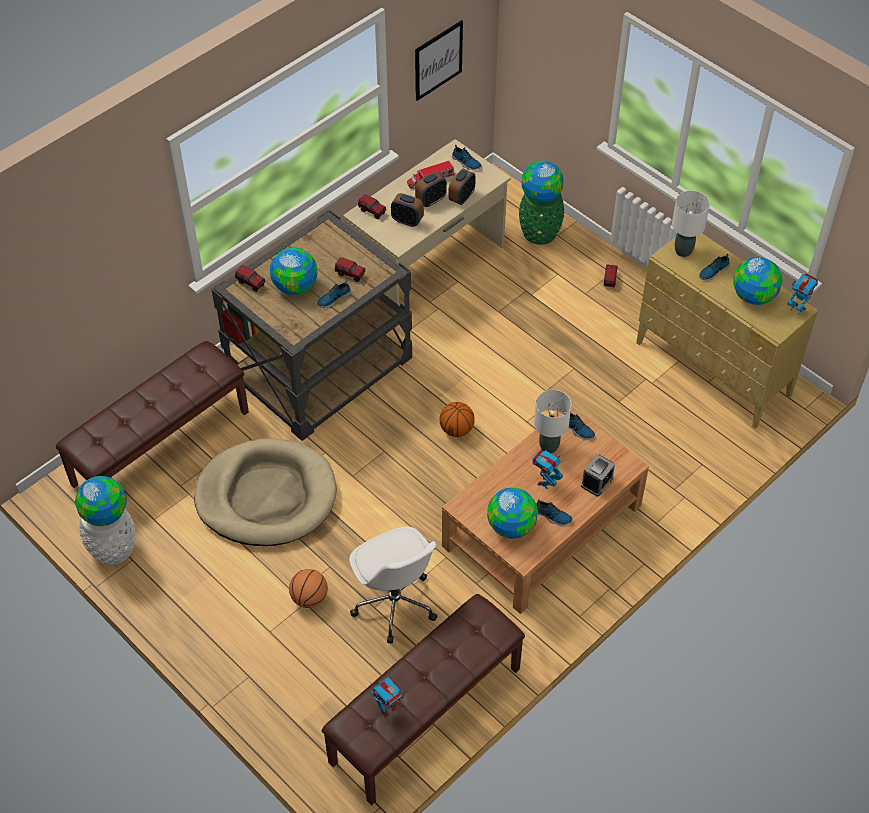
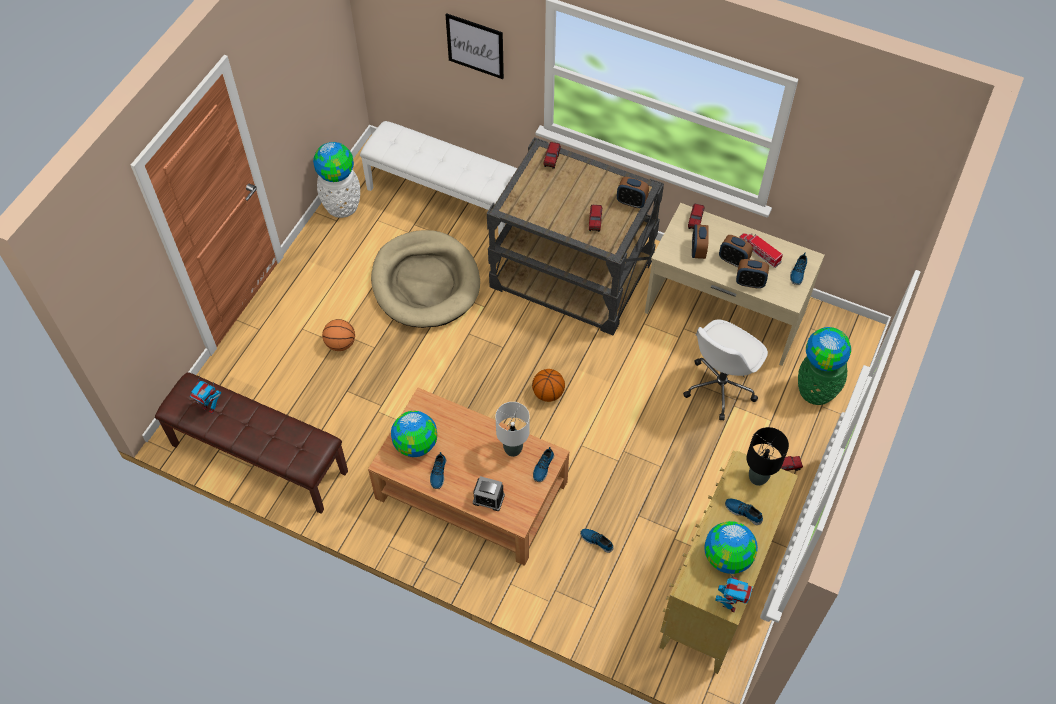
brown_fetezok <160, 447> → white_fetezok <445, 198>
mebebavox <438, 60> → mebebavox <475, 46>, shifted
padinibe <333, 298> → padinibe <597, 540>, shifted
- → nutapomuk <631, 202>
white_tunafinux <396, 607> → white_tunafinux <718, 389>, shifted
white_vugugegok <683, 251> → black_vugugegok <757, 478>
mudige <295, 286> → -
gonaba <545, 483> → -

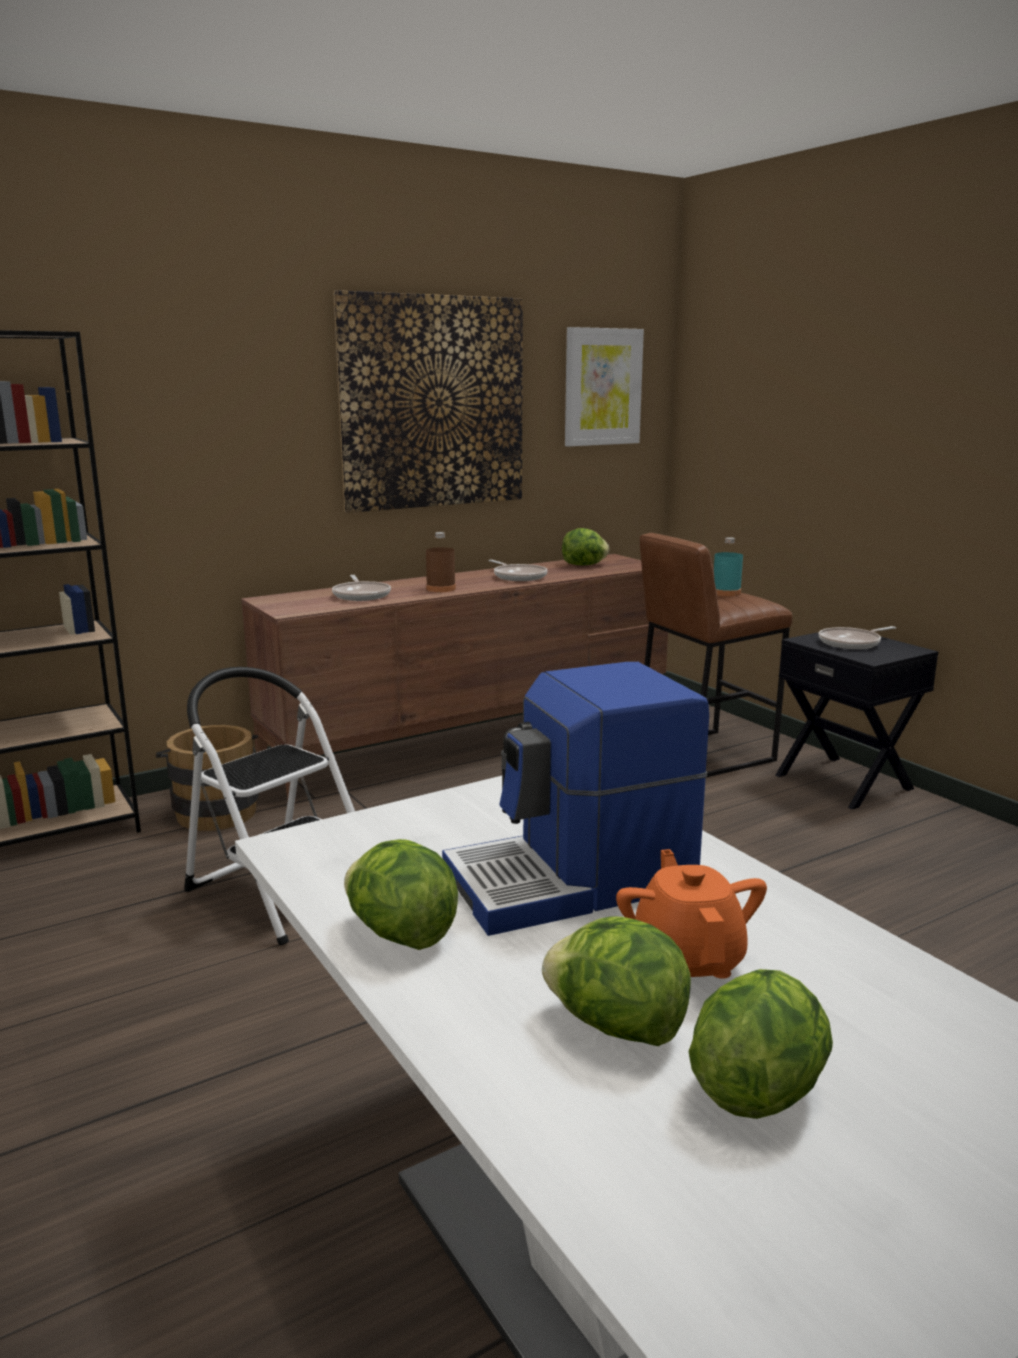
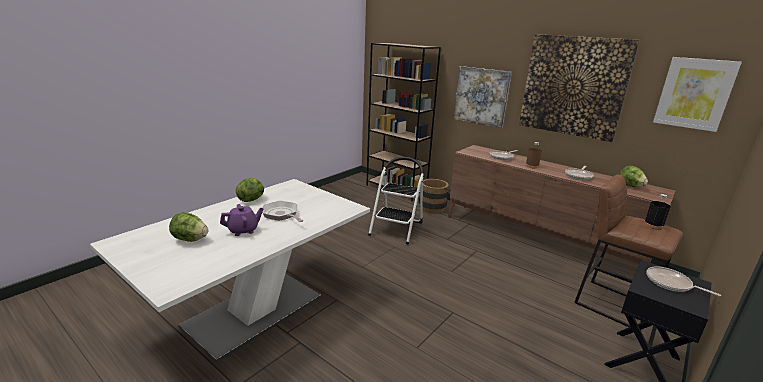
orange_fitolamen <688, 959> → purple_fitolamen <243, 230>
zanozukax <573, 881> → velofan <282, 214>
- → mebebavox <481, 96>
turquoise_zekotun <726, 593> → black_zekotun <653, 225>
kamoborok <616, 1027> → -

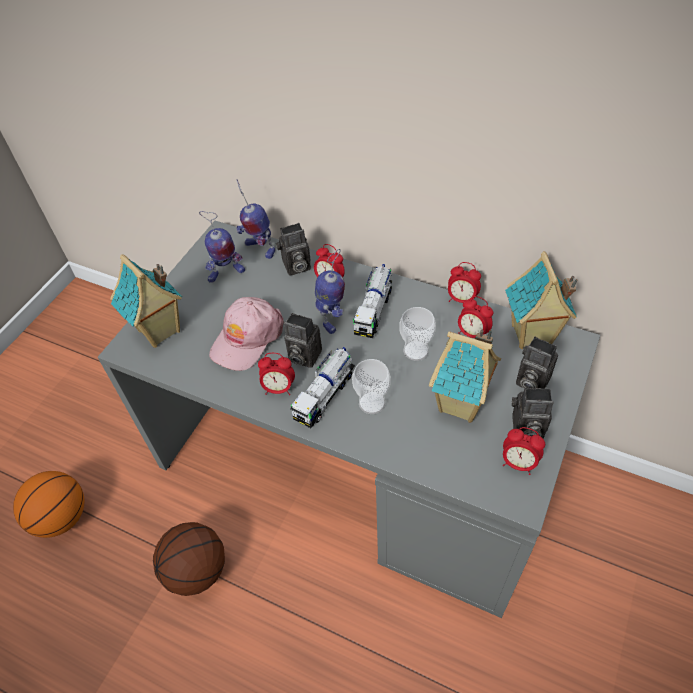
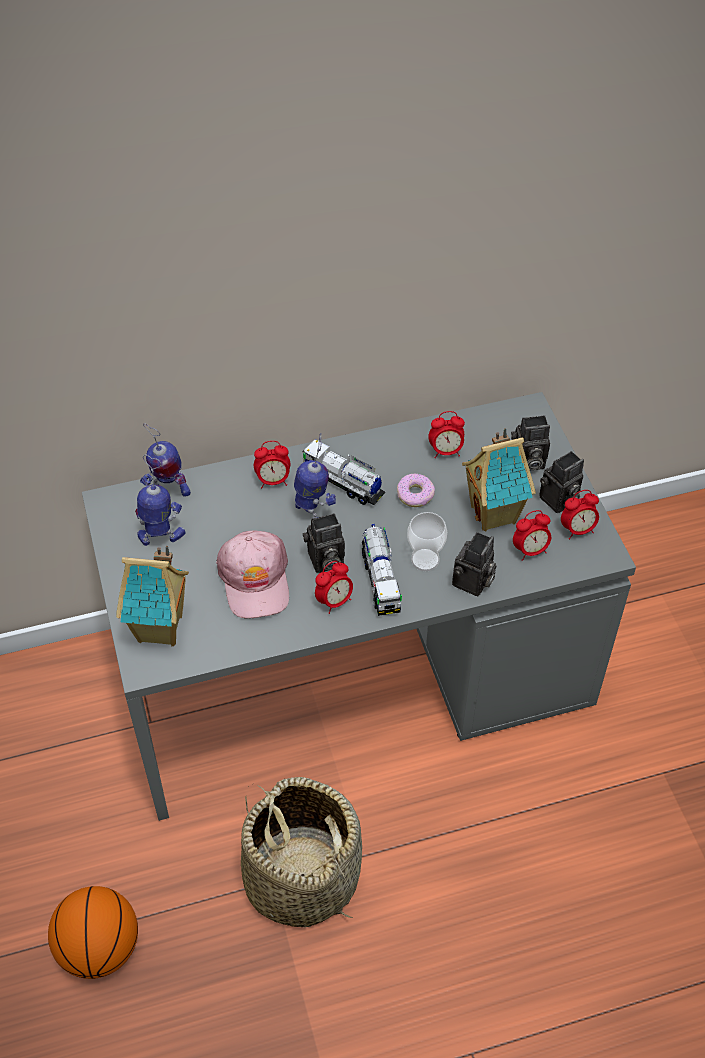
gonaba <225, 274> → gonaba <162, 536>, 120 degrees counterclockwise
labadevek <197, 570> → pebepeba <301, 876>
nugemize <374, 310> → nugemize <343, 483>, 150 degrees clockwise
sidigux <416, 350> → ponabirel <415, 494>
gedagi <295, 267> → gedagi <473, 583>, shifted
nutapomuk <461, 299> → nutapomuk <530, 550>, shifted
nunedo <531, 336> → -

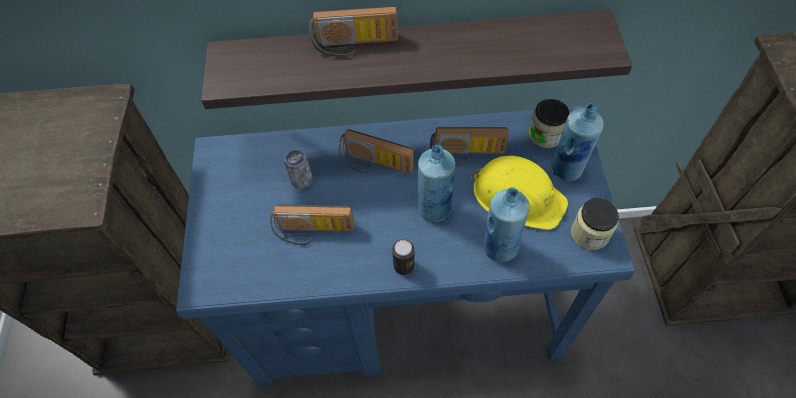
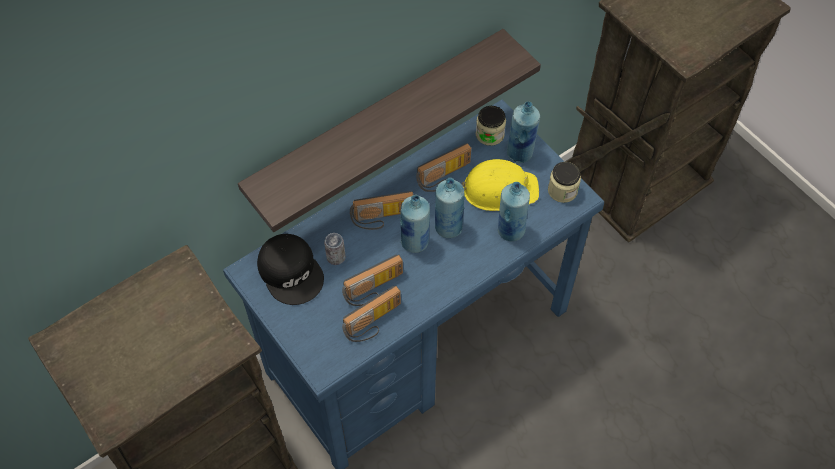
- → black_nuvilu <291, 272>
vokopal <355, 46> → vokopal <374, 323>, shifted
- → blue_zekotun <415, 242>
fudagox <404, 266> → -

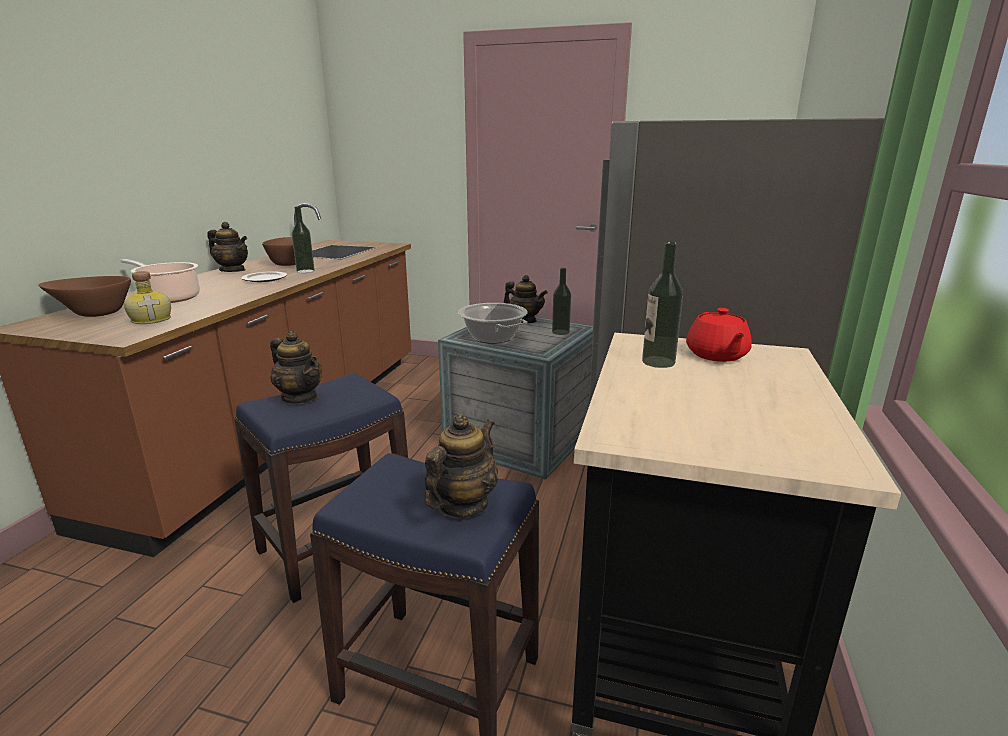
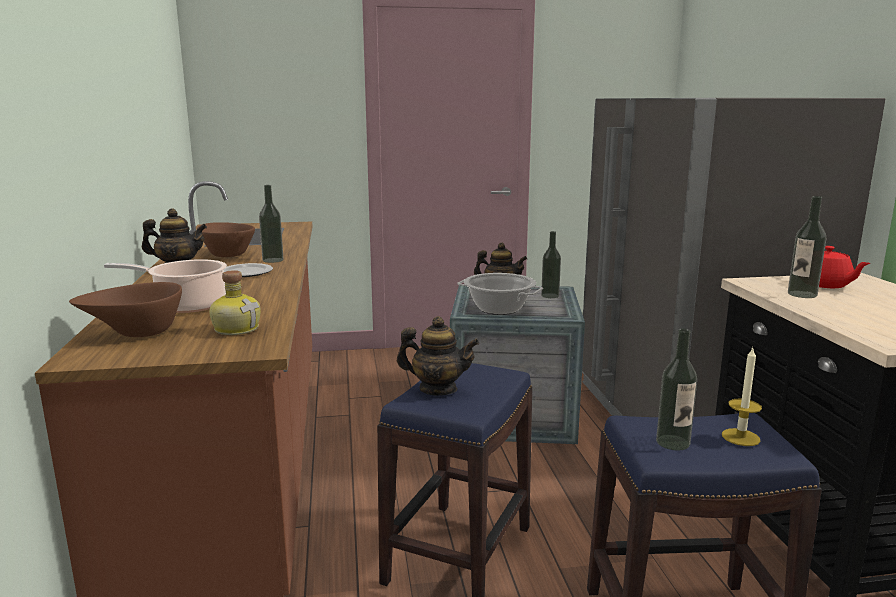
- → zekotun <673, 442>
fitolamen <462, 505> → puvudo <740, 437>

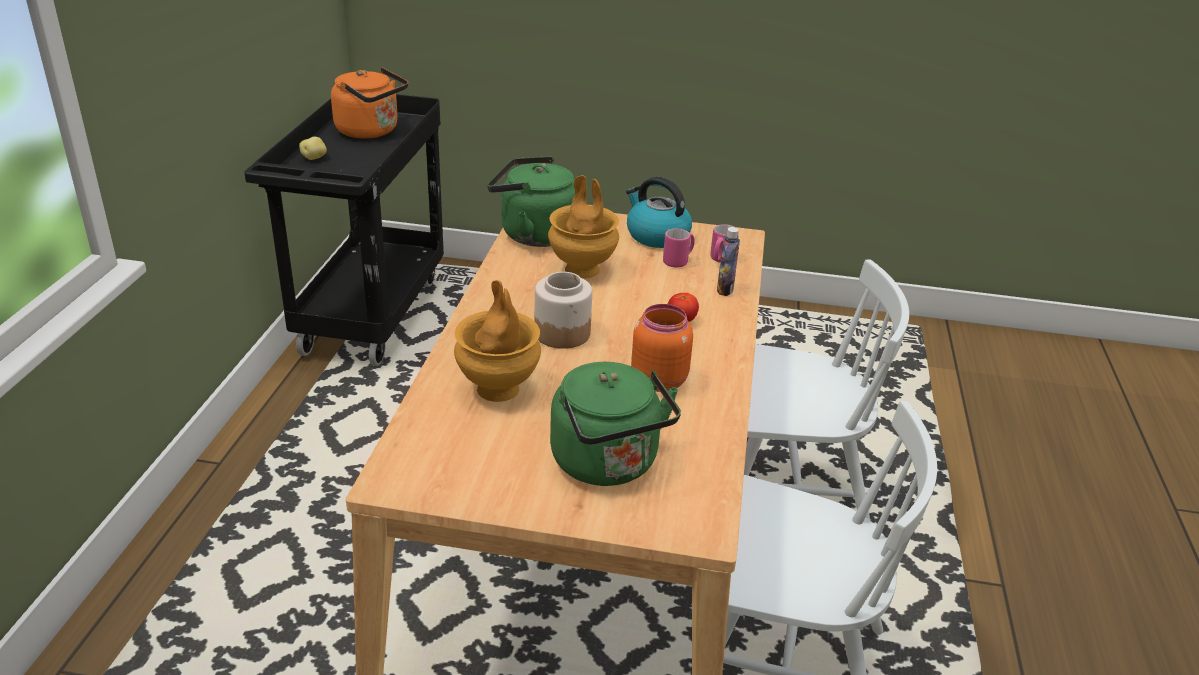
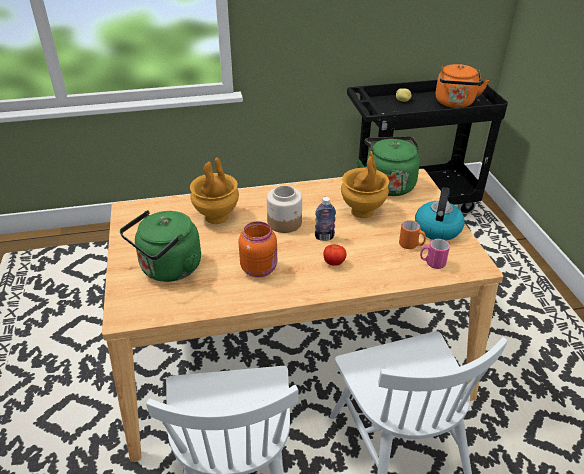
zekotun <725, 290> → zekotun <324, 237>, shifted
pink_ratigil <678, 261> → orange_ratigil <411, 245>

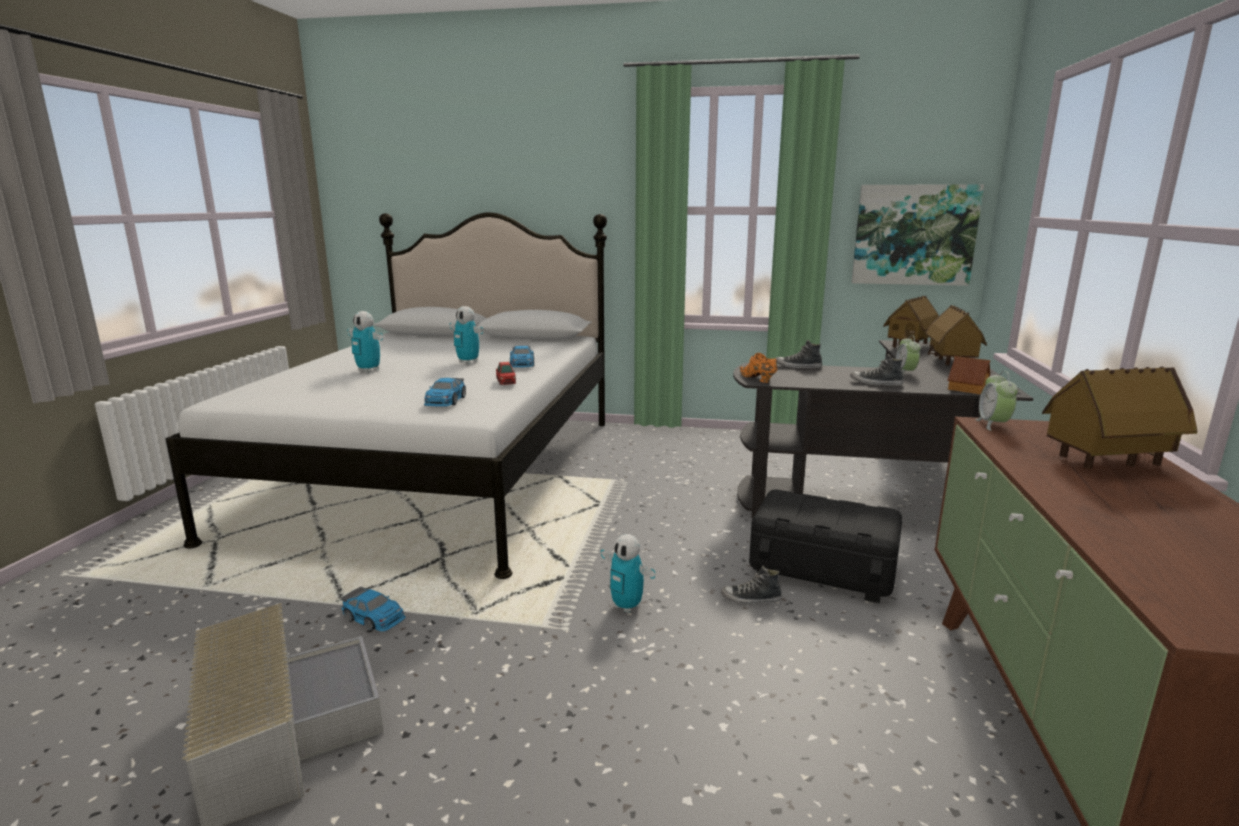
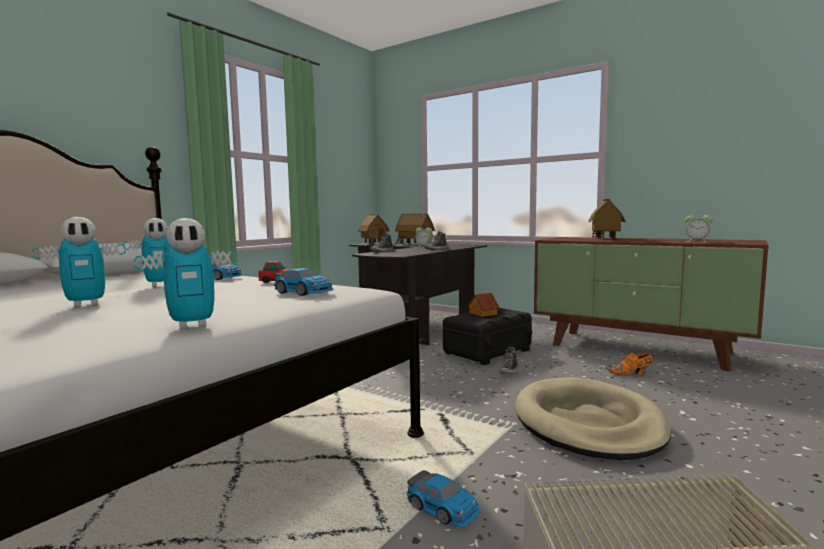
gonaba <626, 606> → gonaba <193, 325>, shifted
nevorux <374, 618> → nevorux <443, 509>, 75 degrees clockwise
nunedo <966, 388> → nunedo <482, 313>, shifted
- → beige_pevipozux <588, 423>
orange_padinibe <757, 379> → orange_padinibe <631, 373>, shifted
nutapomuk <993, 425> → nutapomuk <697, 242>, shifted
mebebavox <914, 235> → -

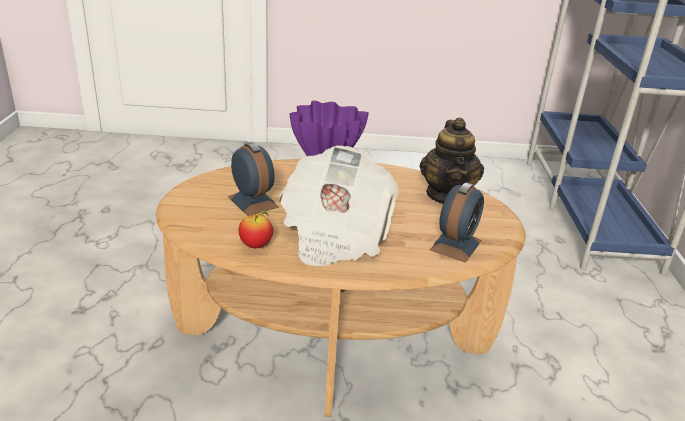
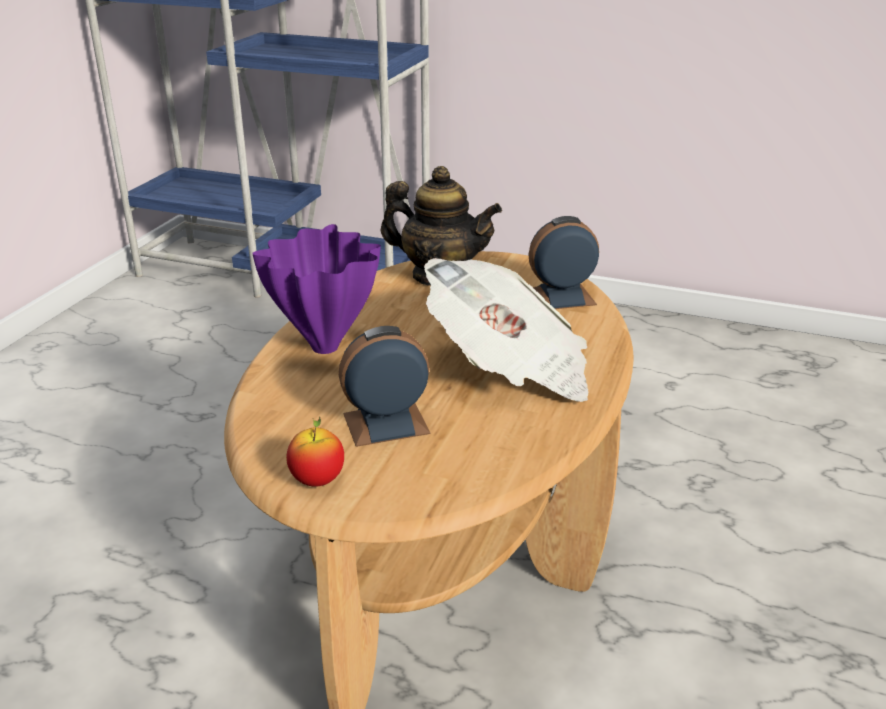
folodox <256, 245> → folodox <317, 480>, shifted
nutapomuk <456, 245> → nutapomuk <560, 297>, 60 degrees counterclockwise

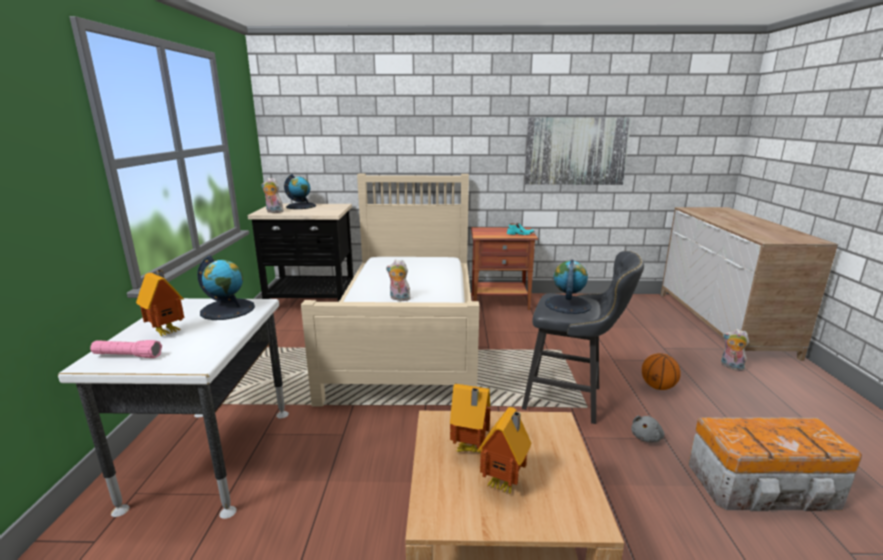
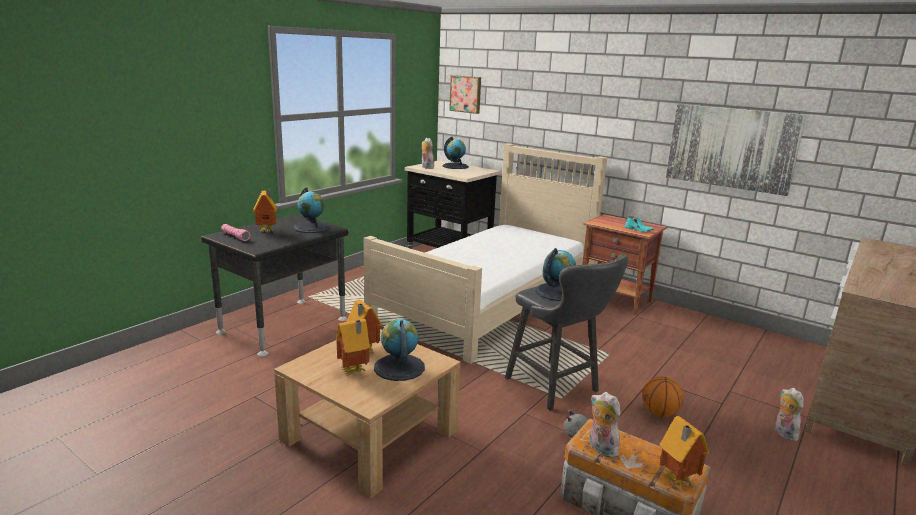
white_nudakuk <211, 455> → black_nudakuk <283, 325>
- → mudige <399, 367>
- → mebebavox <466, 94>
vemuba <399, 299> → vemuba <600, 448>, shifted
- → nunedo <676, 481>

